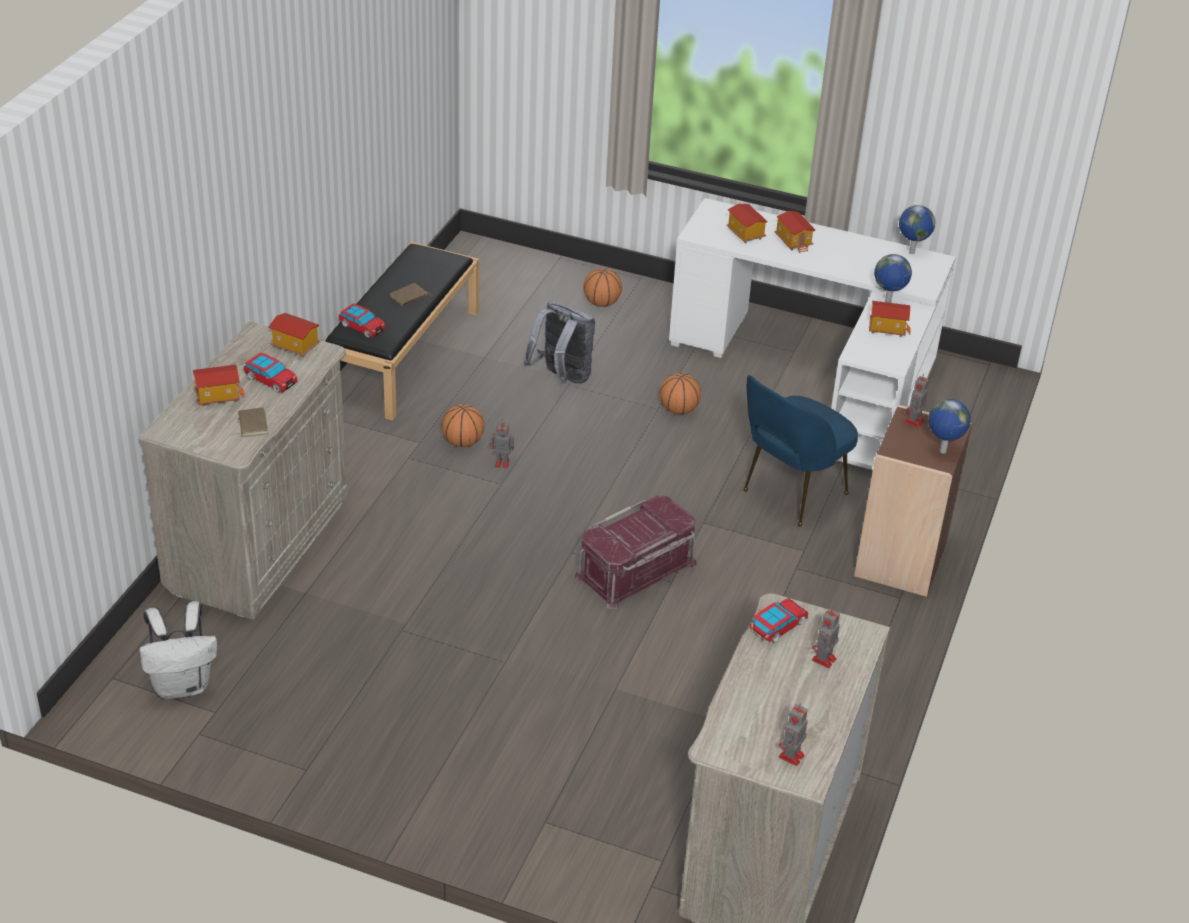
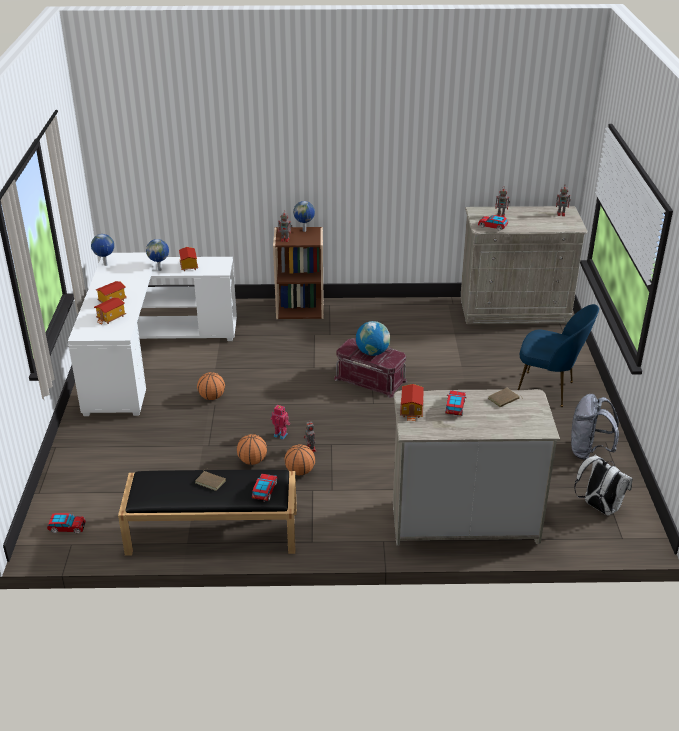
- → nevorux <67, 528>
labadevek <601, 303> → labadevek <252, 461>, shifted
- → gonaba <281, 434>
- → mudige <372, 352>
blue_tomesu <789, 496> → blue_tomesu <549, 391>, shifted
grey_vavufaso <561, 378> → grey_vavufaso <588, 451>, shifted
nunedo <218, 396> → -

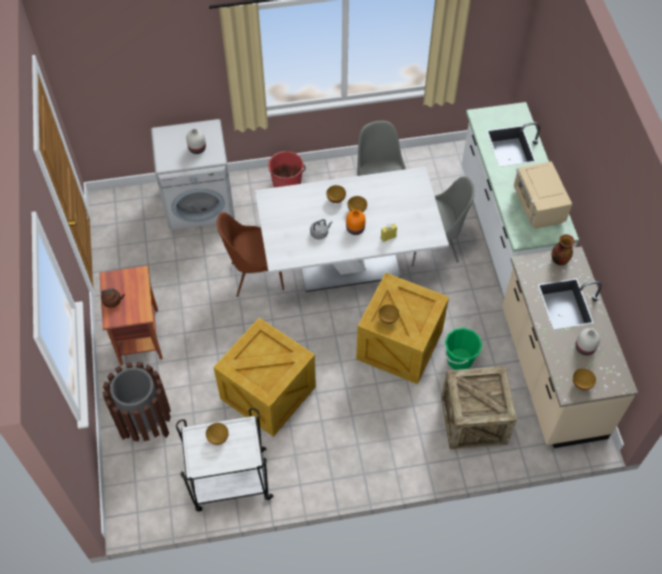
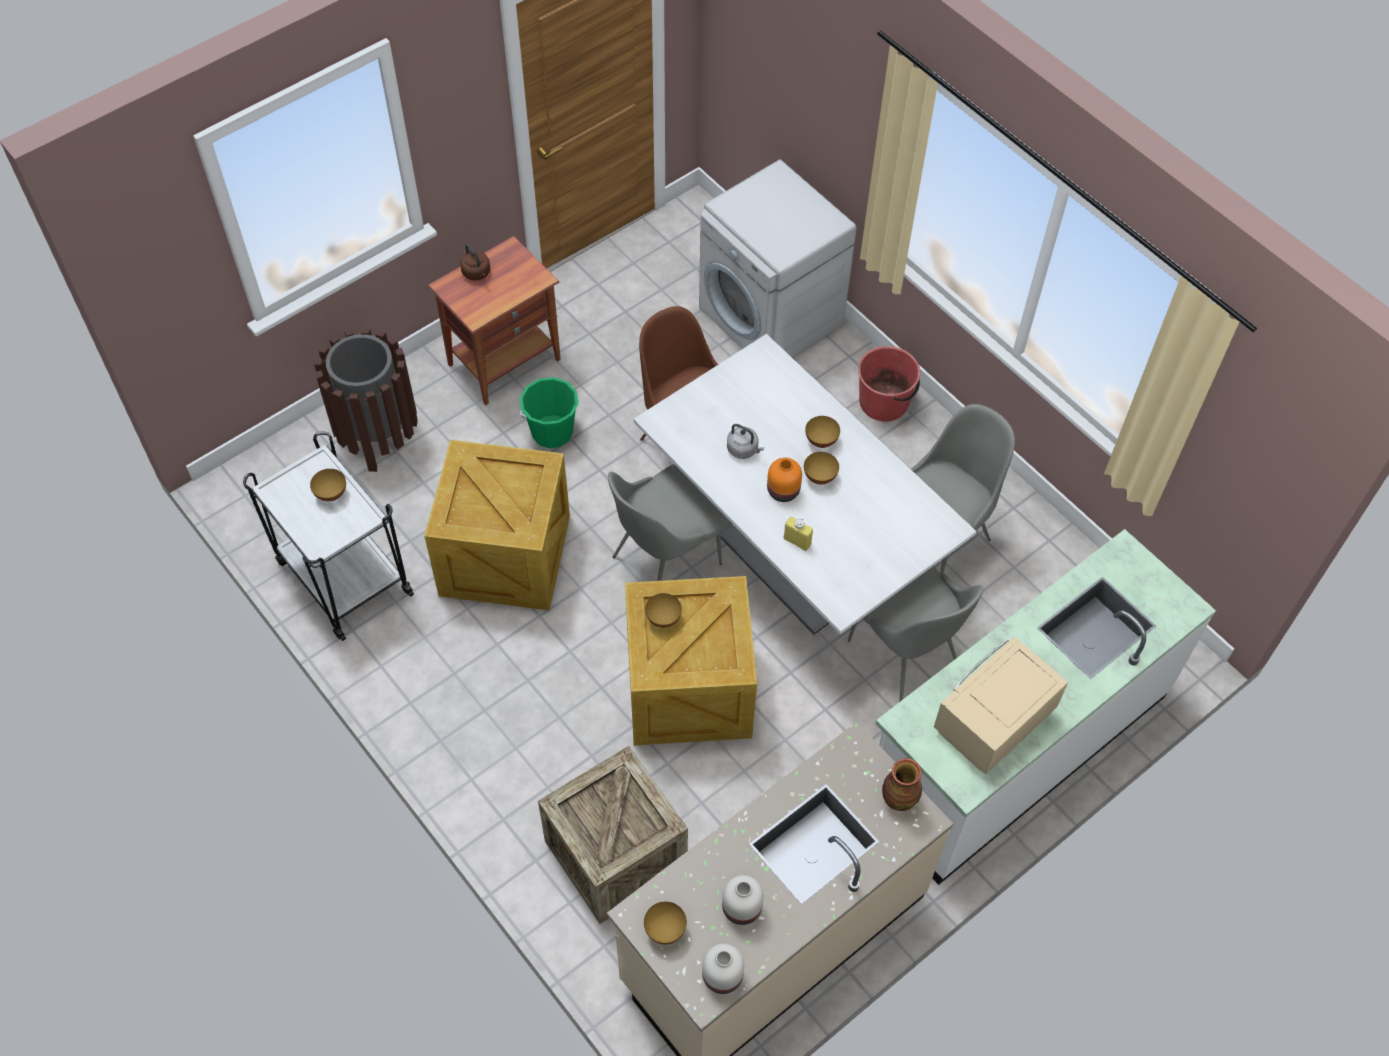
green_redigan <459, 359> → green_redigan <552, 432>, shifted
- → grey_tomesu <666, 561>
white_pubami <196, 148> → white_pubami <722, 975>, shifted

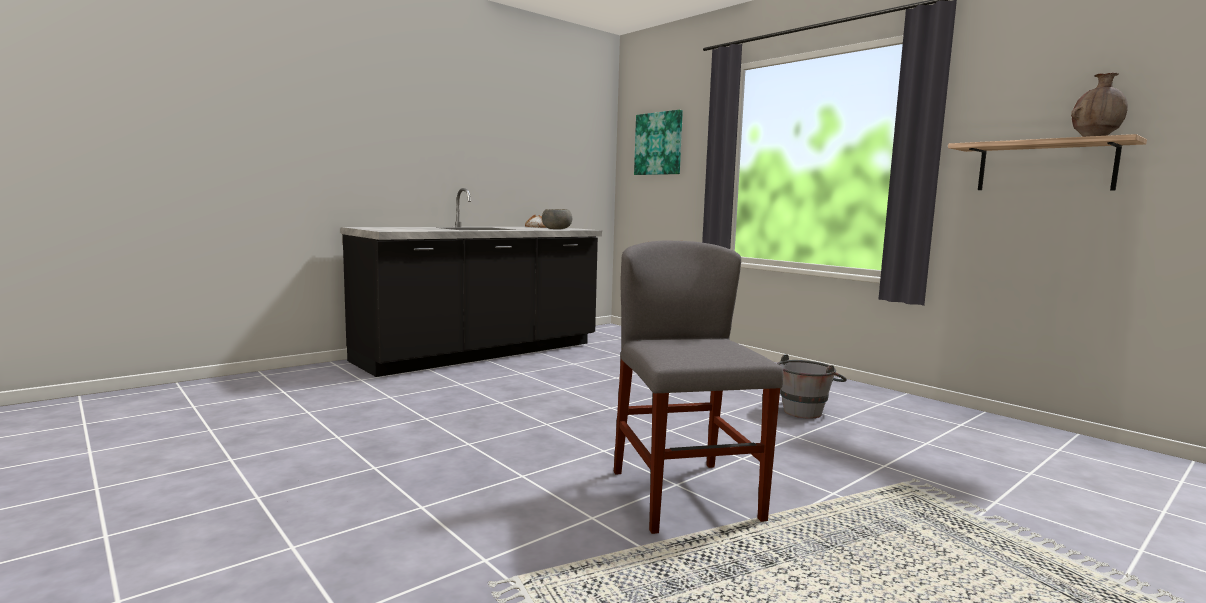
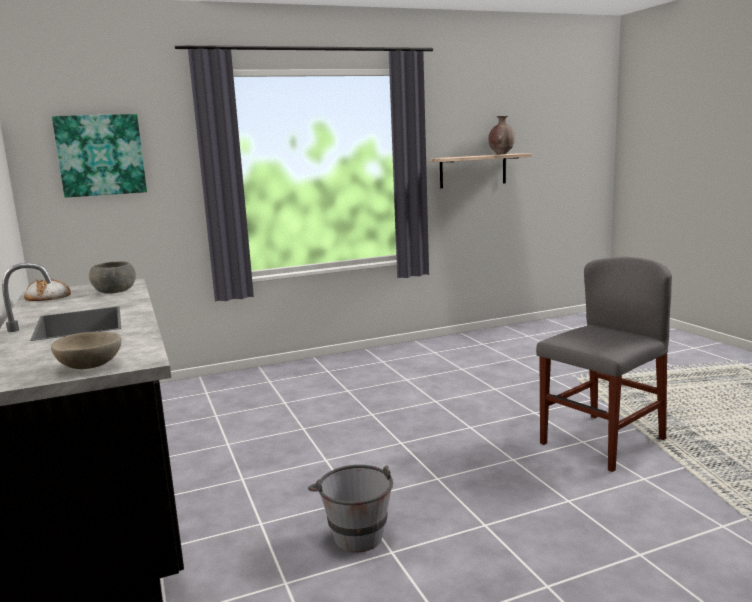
- → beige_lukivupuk <89, 366>
grey_redigan <807, 410> → grey_redigan <354, 532>, shifted
grey_tomesu <685, 495> → grey_tomesu <602, 441>, 135 degrees clockwise

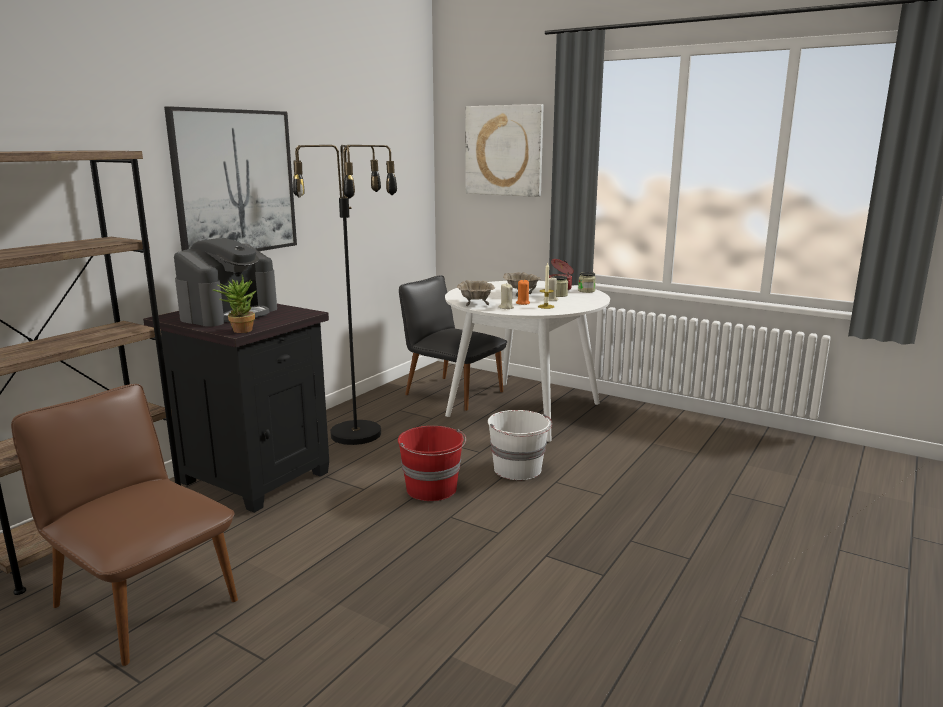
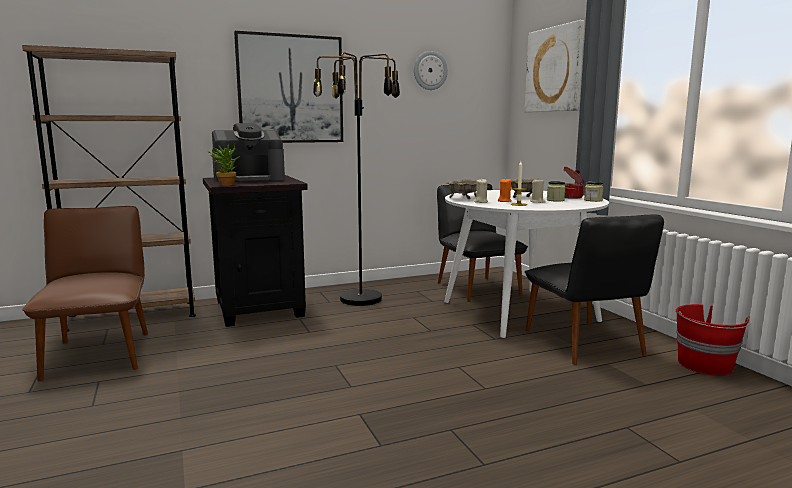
- → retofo <430, 70>
- → black_tomesu <582, 342>
red_redigan <432, 489> → red_redigan <705, 365>, shifted
white_redigan <518, 469> → -

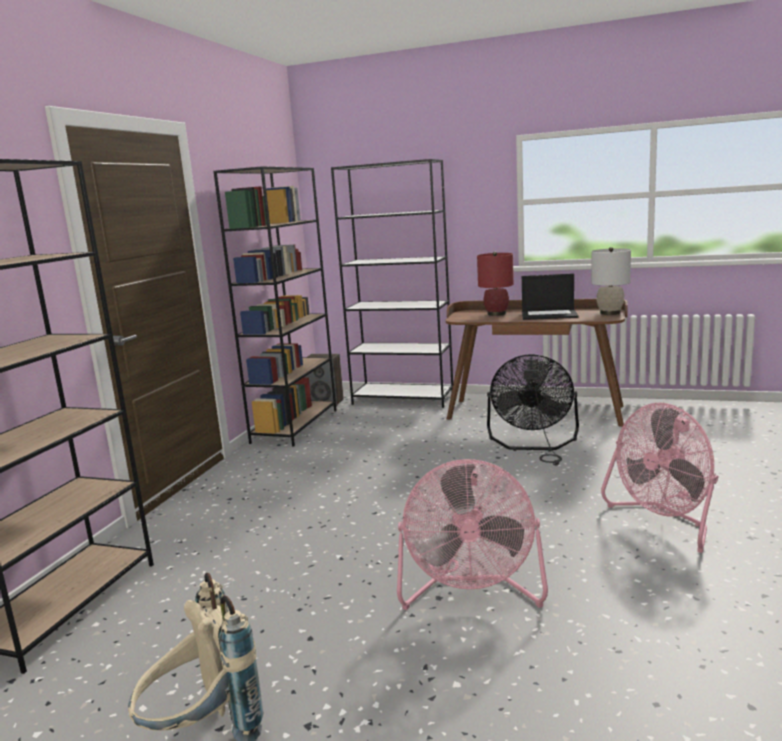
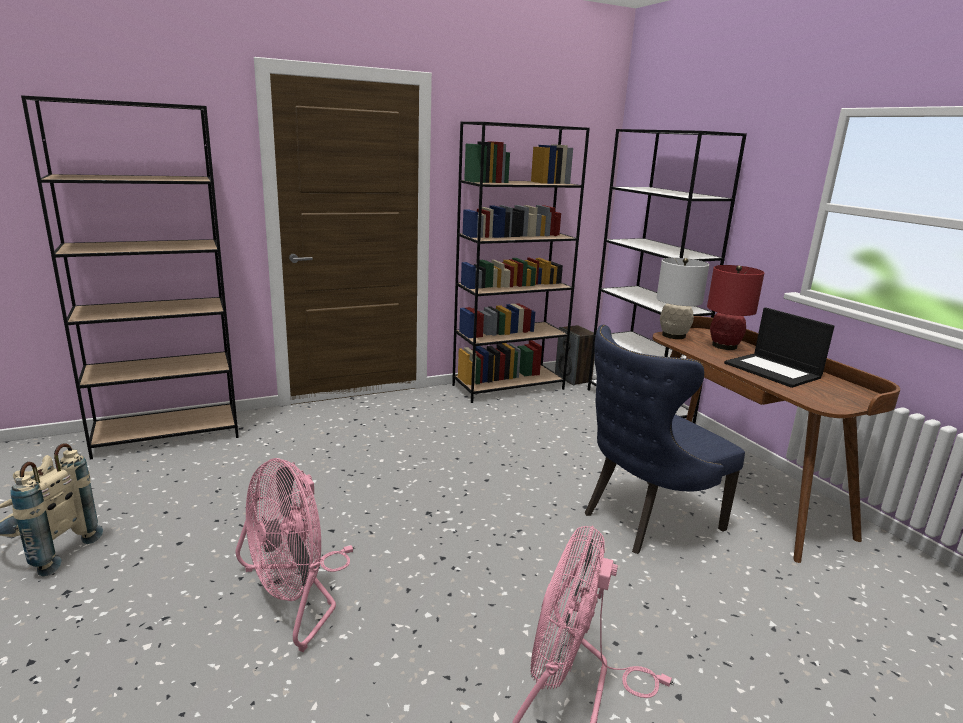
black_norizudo <535, 446> → blue_tomesu <645, 519>
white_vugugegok <610, 313> → white_vugugegok <673, 335>, shifted

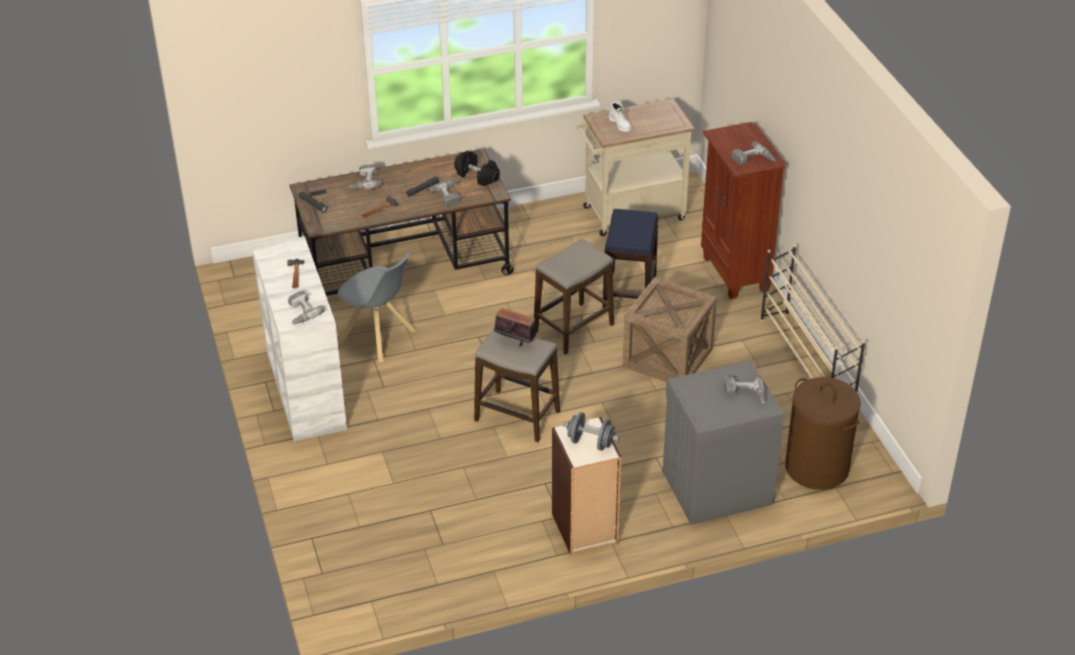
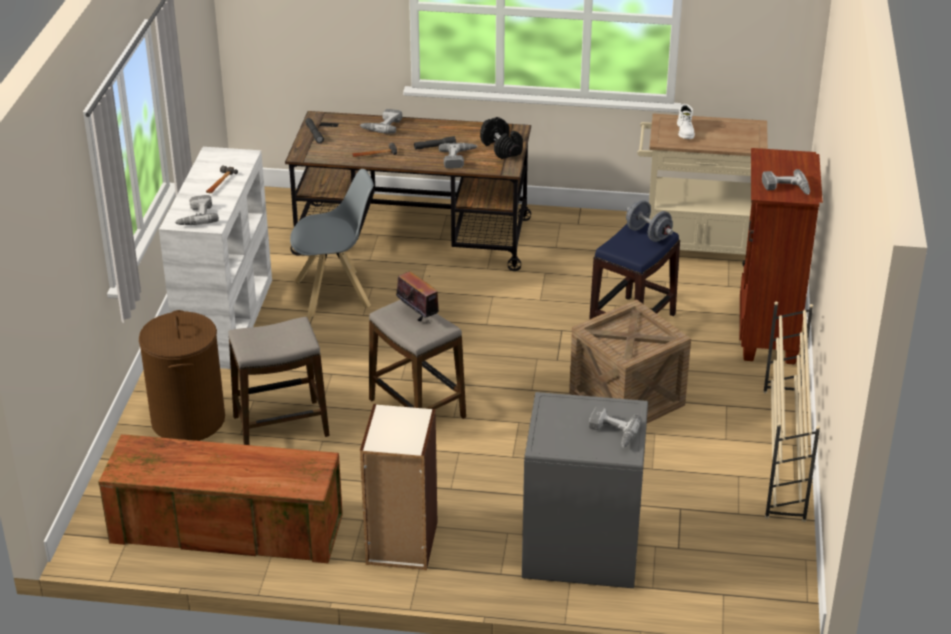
- → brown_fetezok <224, 530>
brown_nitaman <817, 467> → brown_nitaman <188, 420>, shifted
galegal <573, 328> → galegal <280, 426>, shifted
grey_tomesu <379, 338> → grey_tomesu <335, 293>, 75 degrees counterclockwise
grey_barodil <590, 442> → grey_barodil <648, 234>, shifted

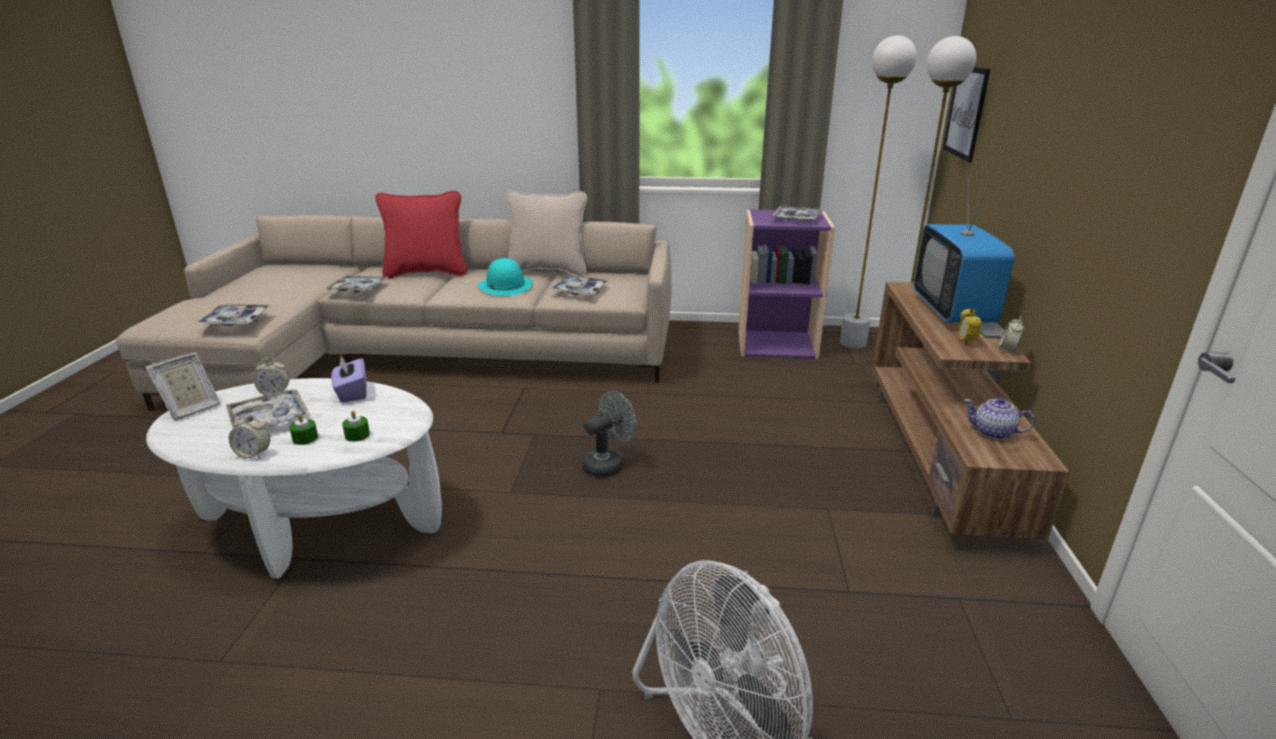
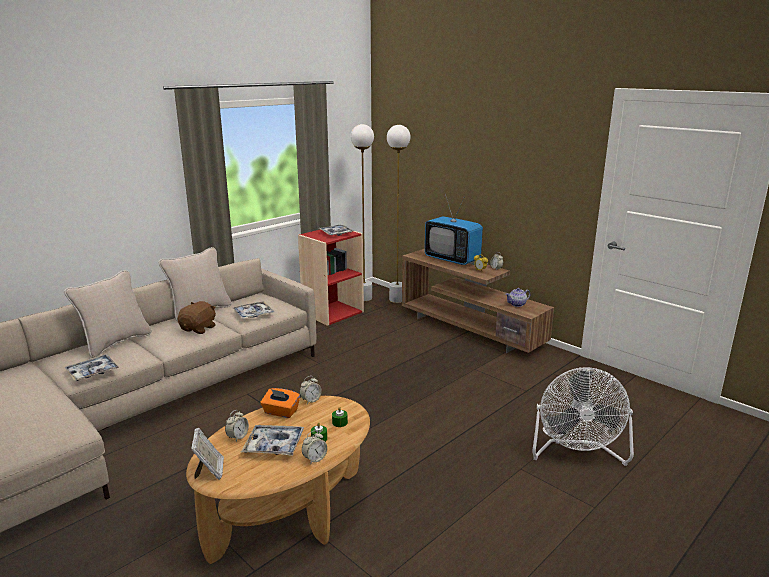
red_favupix <426, 273> → beige_favupix <115, 343>
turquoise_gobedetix <505, 286> → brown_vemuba <199, 329>
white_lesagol <318, 524> → brown_lesagol <289, 514>
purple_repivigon <352, 393> → orange_repivigon <281, 412>
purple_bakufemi <777, 344> → red_bakufemi <333, 312>
- → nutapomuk <310, 400>
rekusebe <236, 321> → -
grey_norizudo <608, 464> → -
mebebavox <966, 112> → -

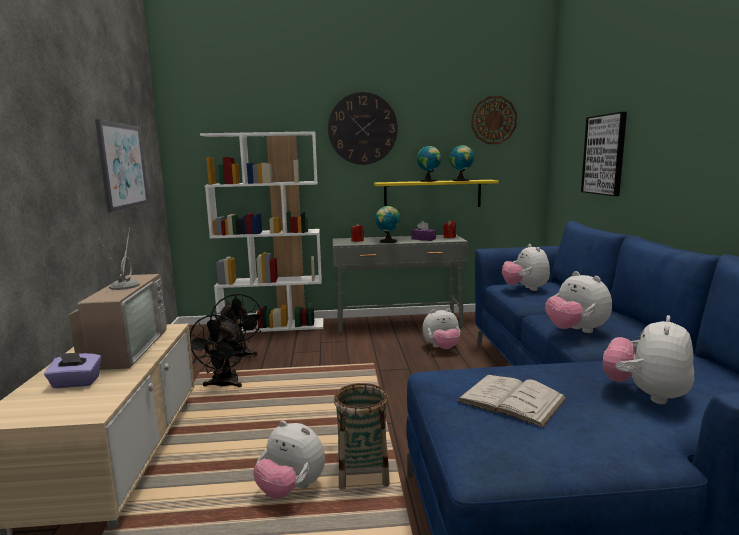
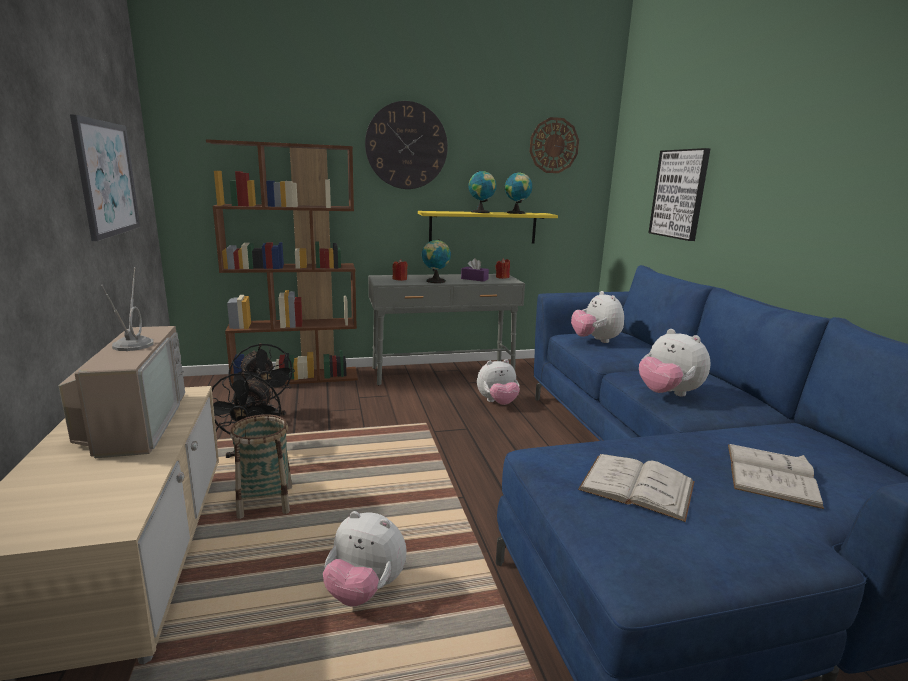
white_bakufemi <273, 326> → brown_bakufemi <297, 377>
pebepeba <362, 473> → pebepeba <265, 502>, shifted
vemuba <645, 394> → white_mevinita <770, 474>
purple_repivigon <76, 383> → -

